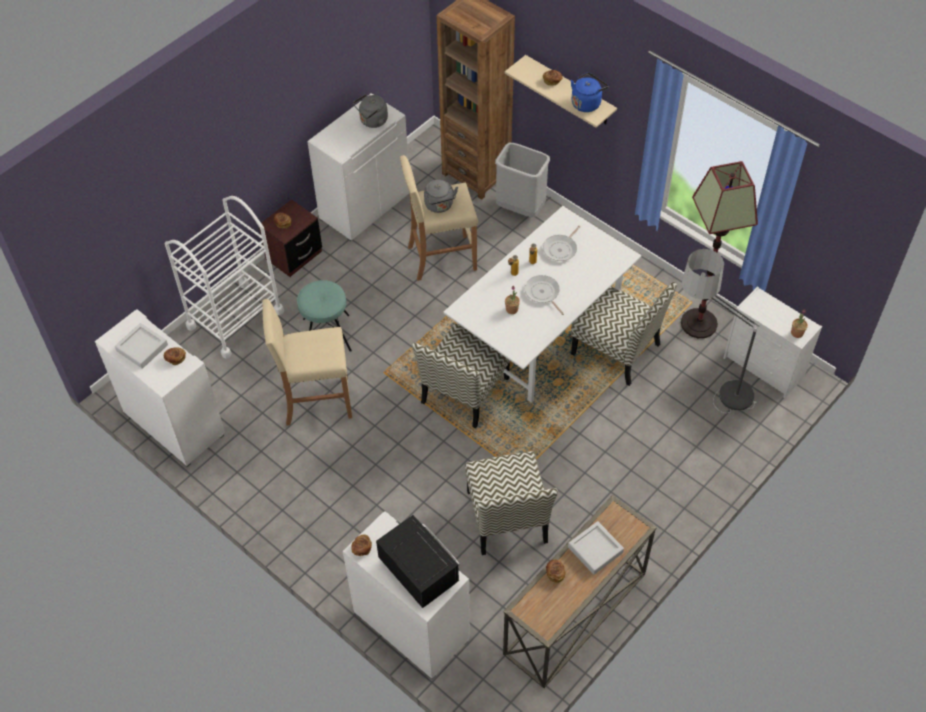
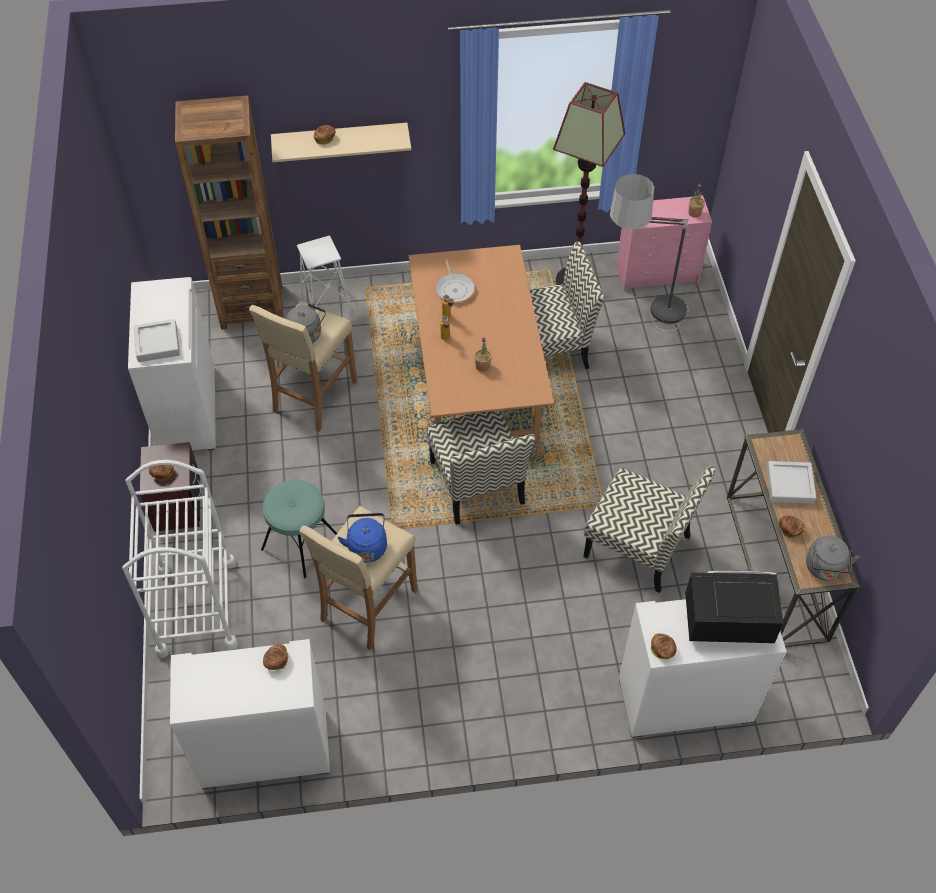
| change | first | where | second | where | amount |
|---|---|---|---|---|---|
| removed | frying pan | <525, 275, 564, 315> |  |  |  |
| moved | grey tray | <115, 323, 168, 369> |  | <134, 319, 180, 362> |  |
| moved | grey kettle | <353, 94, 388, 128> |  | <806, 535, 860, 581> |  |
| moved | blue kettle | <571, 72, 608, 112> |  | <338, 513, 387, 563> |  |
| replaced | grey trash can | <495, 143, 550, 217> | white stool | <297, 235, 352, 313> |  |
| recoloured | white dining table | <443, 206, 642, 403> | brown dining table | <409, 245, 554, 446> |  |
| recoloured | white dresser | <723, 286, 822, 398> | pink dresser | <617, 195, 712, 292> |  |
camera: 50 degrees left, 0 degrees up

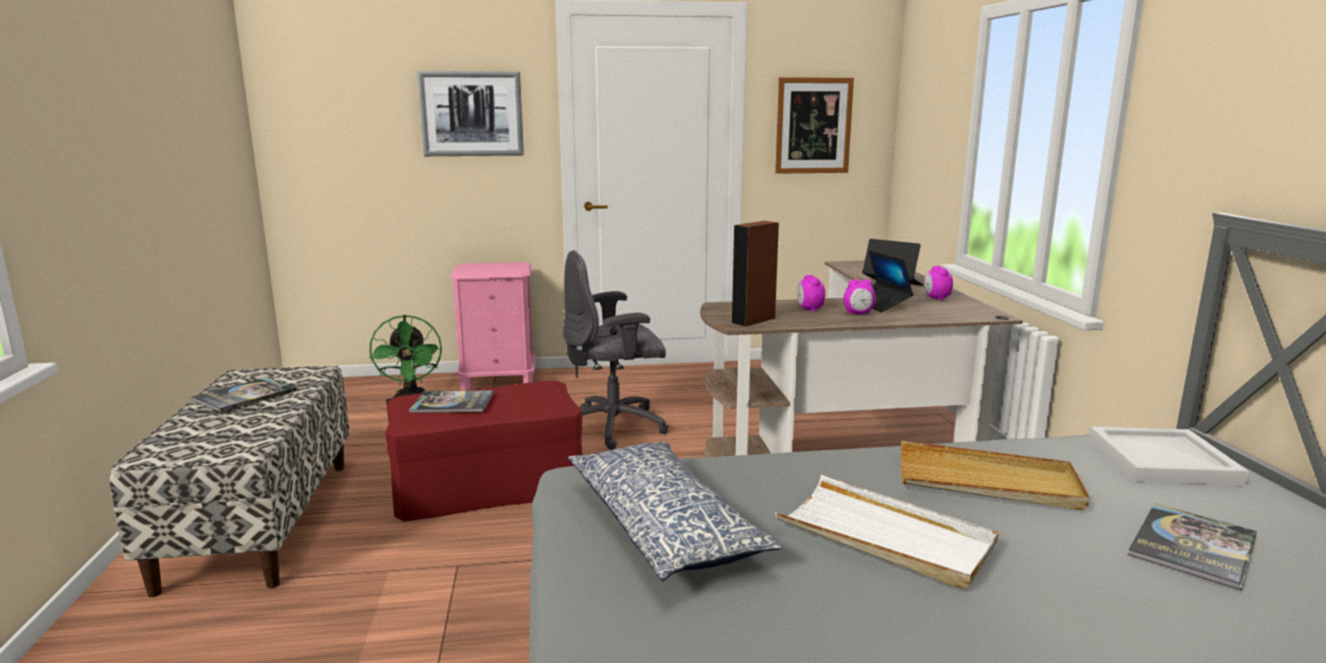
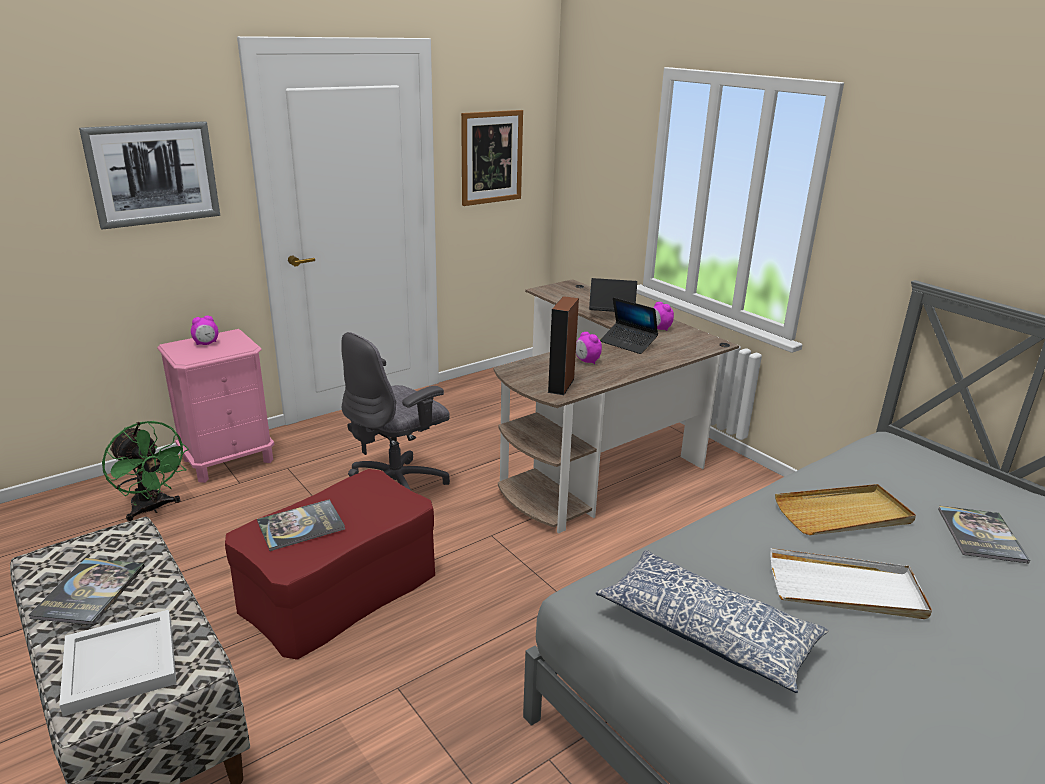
| change | first | where | second | where | amount |
|---|---|---|---|---|---|
| moved | alarm clock | <844, 279, 876, 315> |  | <191, 316, 219, 345> |  |
| moved | white tray | <1089, 427, 1249, 485> |  | <59, 610, 177, 716> |  |
camera: 30 degrees left, 10 degrees up

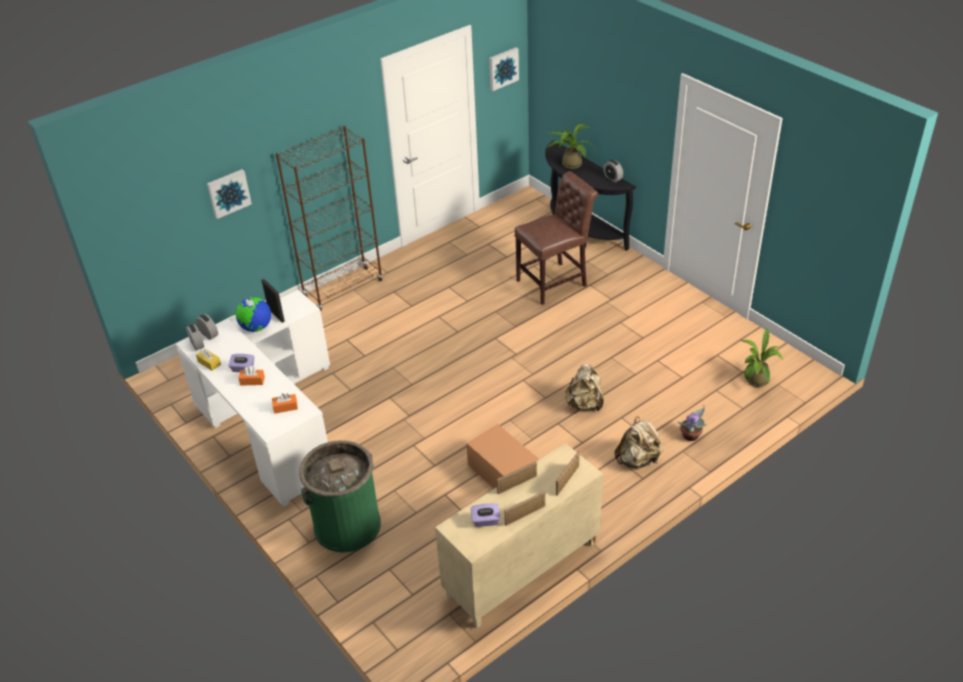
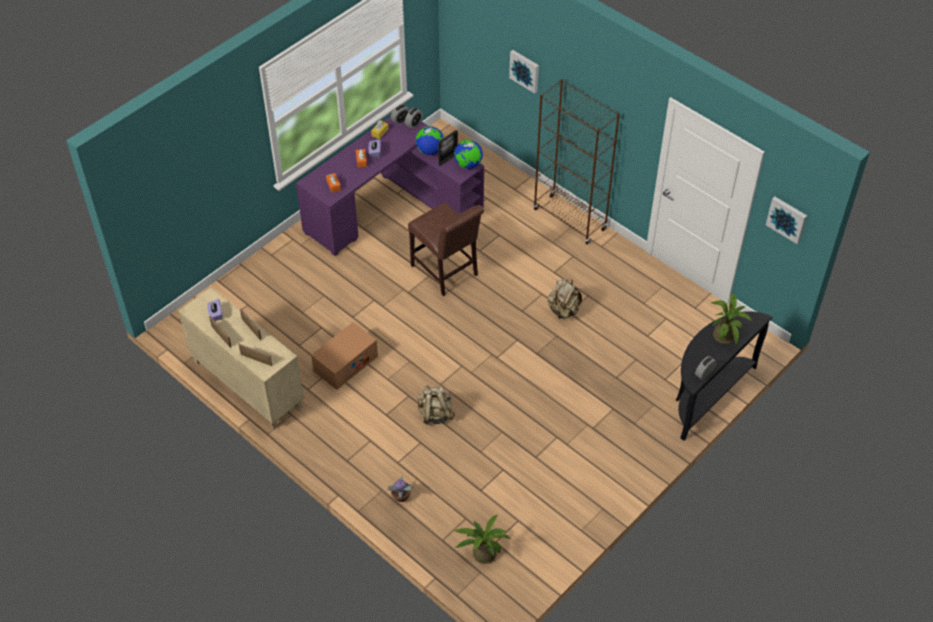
| change | first | where | second | where | amount |
|---|---|---|---|---|---|
| removed | green trash can | <299, 440, 381, 552> |  |  |  |
| added |  |  | globe | <454, 140, 483, 169> |  |
| moved | brown chair | <515, 171, 598, 305> |  | <408, 202, 484, 296> |  |
| moved | beige backpack | <614, 416, 663, 468> |  | <547, 279, 582, 319> |  |
| recoloured | white desk | <176, 290, 330, 507> | purple desk | <296, 116, 484, 256> |  |
camera: 80 degrees right, 10 degrees up

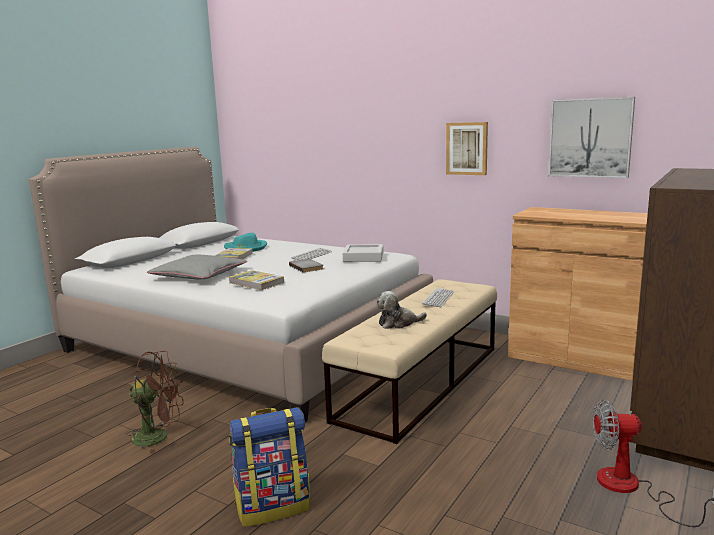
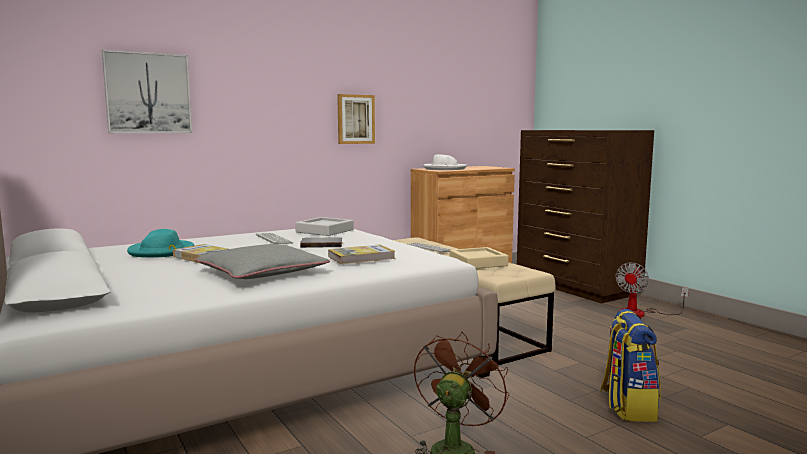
| change | first | where | second | where | amount |
|---|---|---|---|---|---|
| added |  |  | white hat | <423, 154, 467, 170> |  |
| moved | picture | <548, 97, 635, 178> |  | <102, 50, 192, 133> |  |
| replaced | plush toy | <376, 291, 427, 329> | beige tray | <449, 247, 508, 269> |  |
camera: 65 degrees left, 5 degrees down

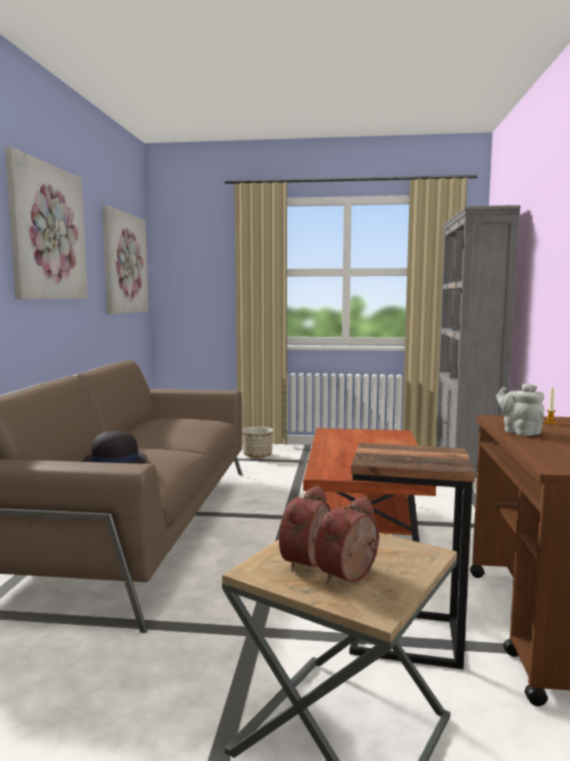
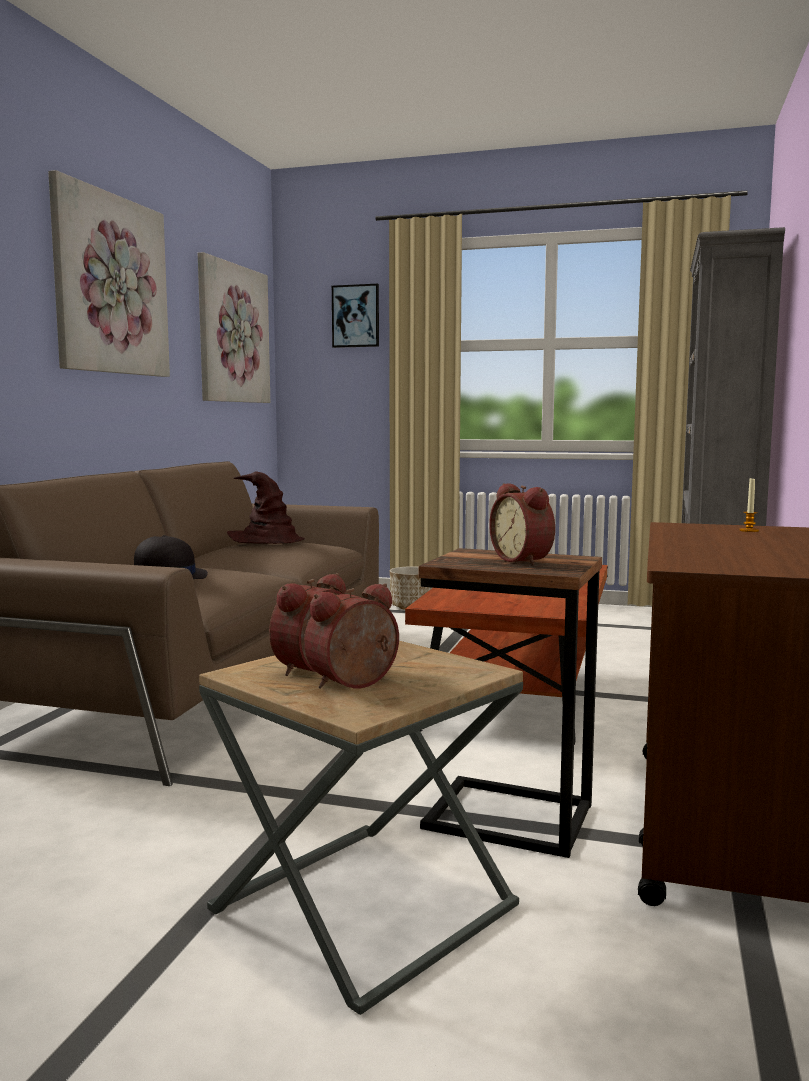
| change | first | where | second | where | amount |
|---|---|---|---|---|---|
| removed | grey teapot | <496, 383, 544, 436> |  |  |  |
| added |  |  | brown hat | <227, 471, 305, 544> |  |
| added |  |  | picture | <332, 284, 379, 348> |  |
| added |  |  | alarm clock | <489, 483, 555, 565> |  |
camera: 10 degrees right, 0 degrees up

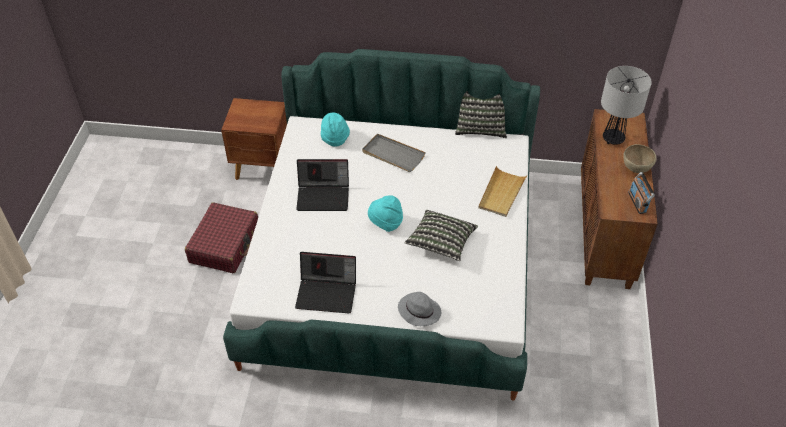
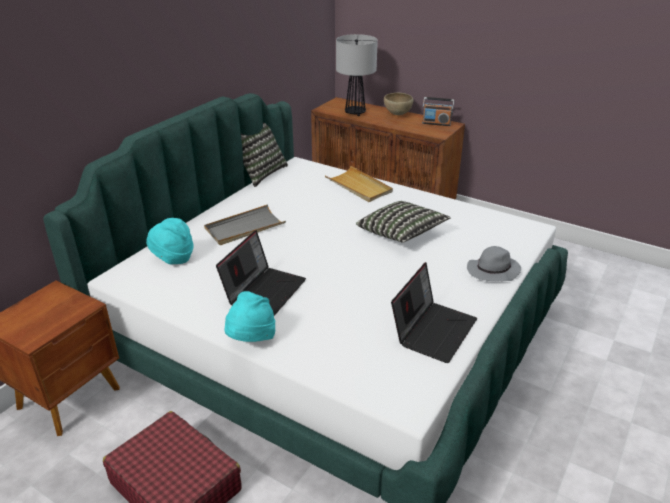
| change | first | where | second | where | amount |
|---|---|---|---|---|---|
| moved | turquoise hat | <368, 195, 403, 232> |  | <225, 291, 275, 342> |  |
camera: 65 degrees left, 15 degrees down

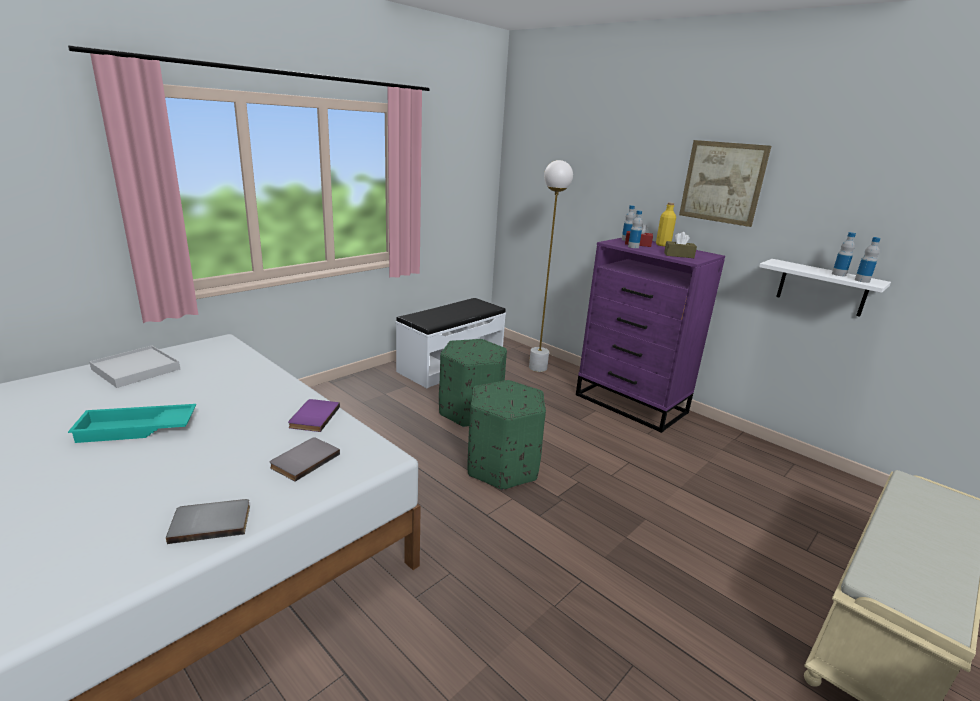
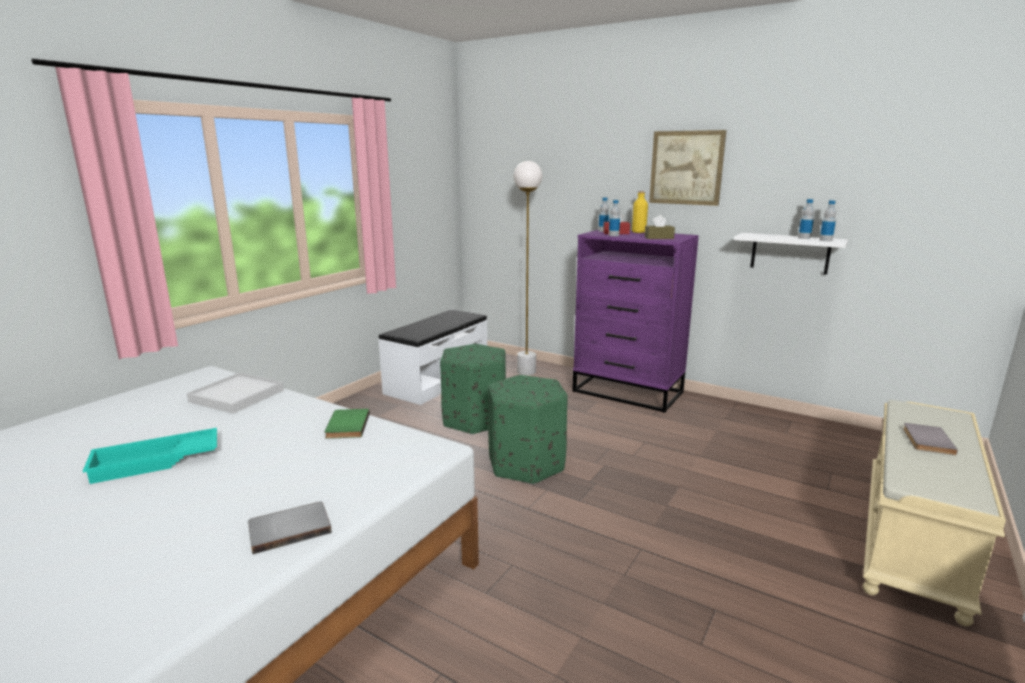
| change | first | where | second | where | amount |
|---|---|---|---|---|---|
| moved | white tray | <89, 346, 180, 388> |  | <187, 373, 284, 414> |  |
| moved | grey book | <270, 437, 340, 482> |  | <903, 423, 958, 455> |  |
| recoloured | purple book | <288, 399, 340, 432> | green book | <325, 409, 370, 439> |  |
camera: 10 degrees left, 5 degrees down

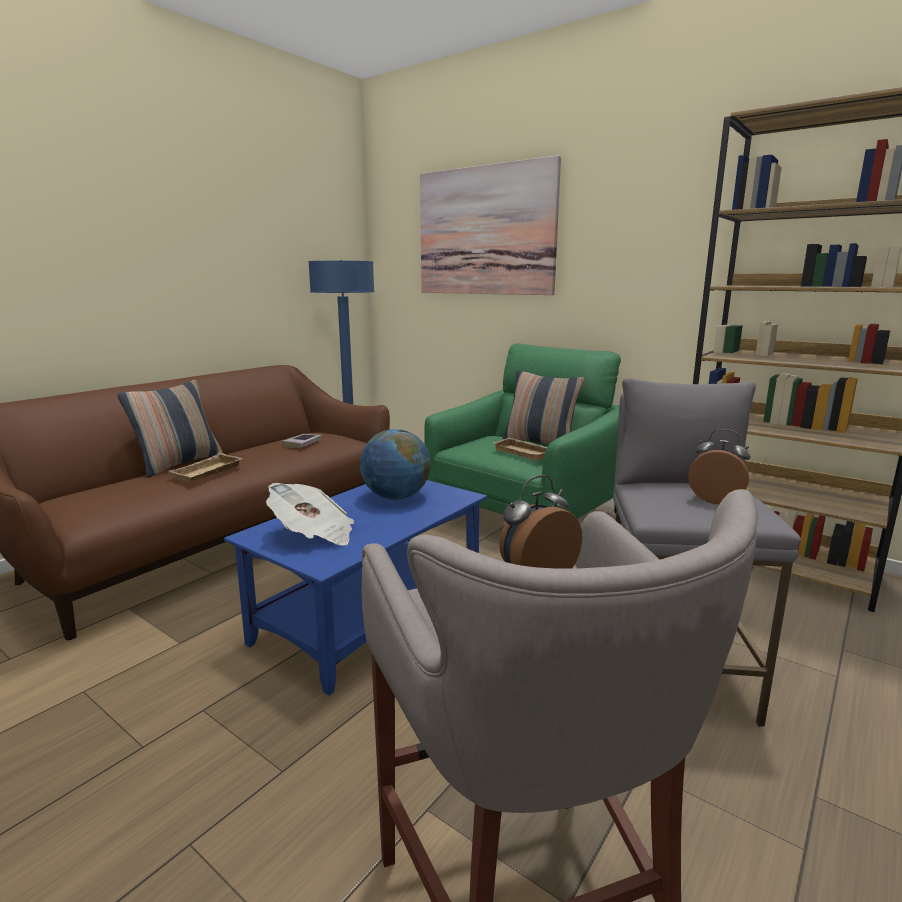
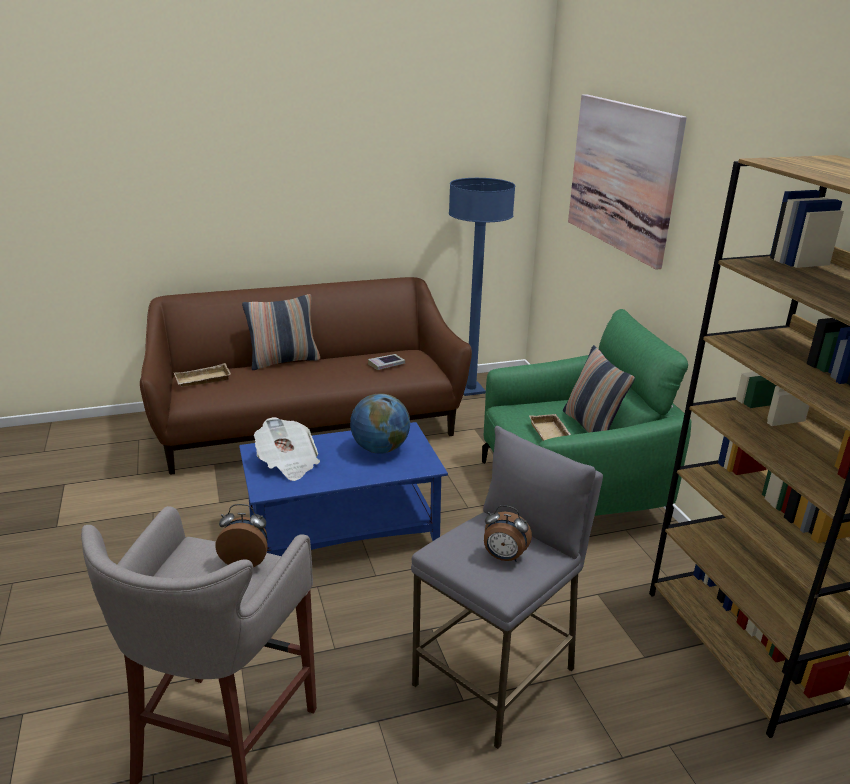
| change | first | where | second | where | amount |
|---|---|---|---|---|---|
| moved | beige tray | <169, 453, 242, 482> |  | <174, 363, 231, 387> |  |
| turned | alarm clock | <688, 429, 751, 504> |  | <484, 505, 532, 562> | 135 degrees clockwise |
camera: 35 degrees right, 10 degrees up

